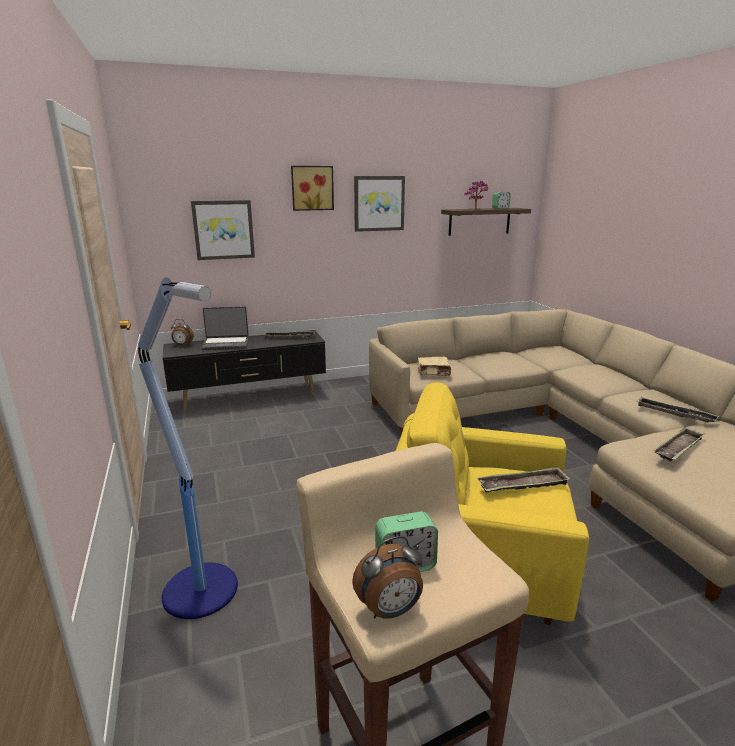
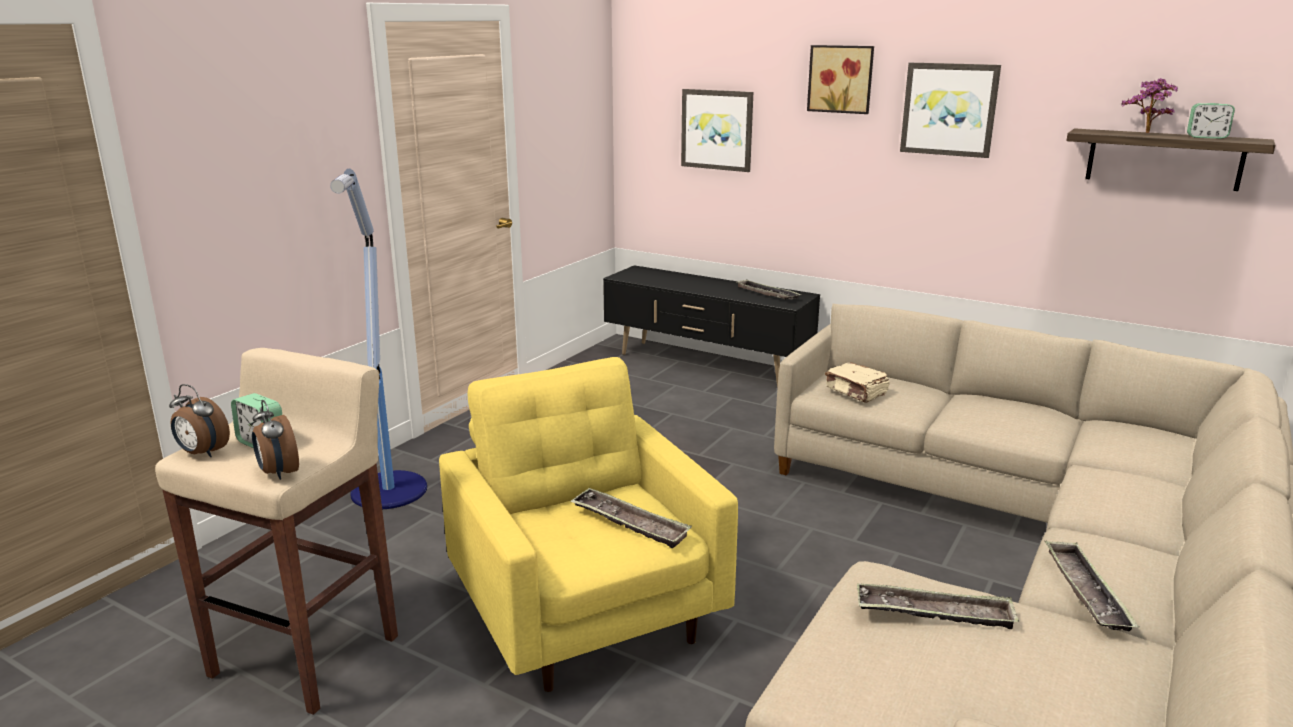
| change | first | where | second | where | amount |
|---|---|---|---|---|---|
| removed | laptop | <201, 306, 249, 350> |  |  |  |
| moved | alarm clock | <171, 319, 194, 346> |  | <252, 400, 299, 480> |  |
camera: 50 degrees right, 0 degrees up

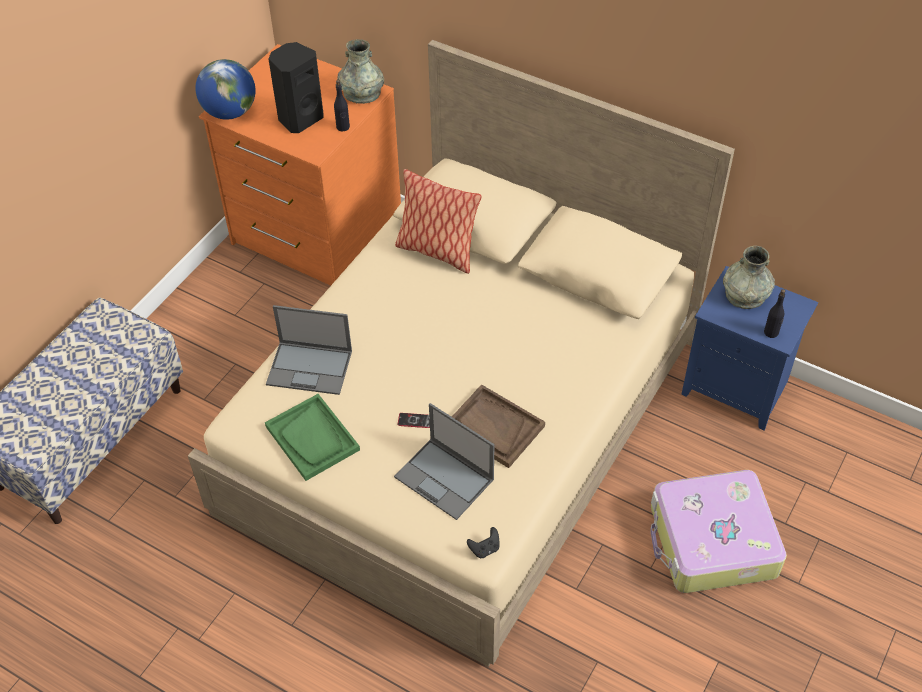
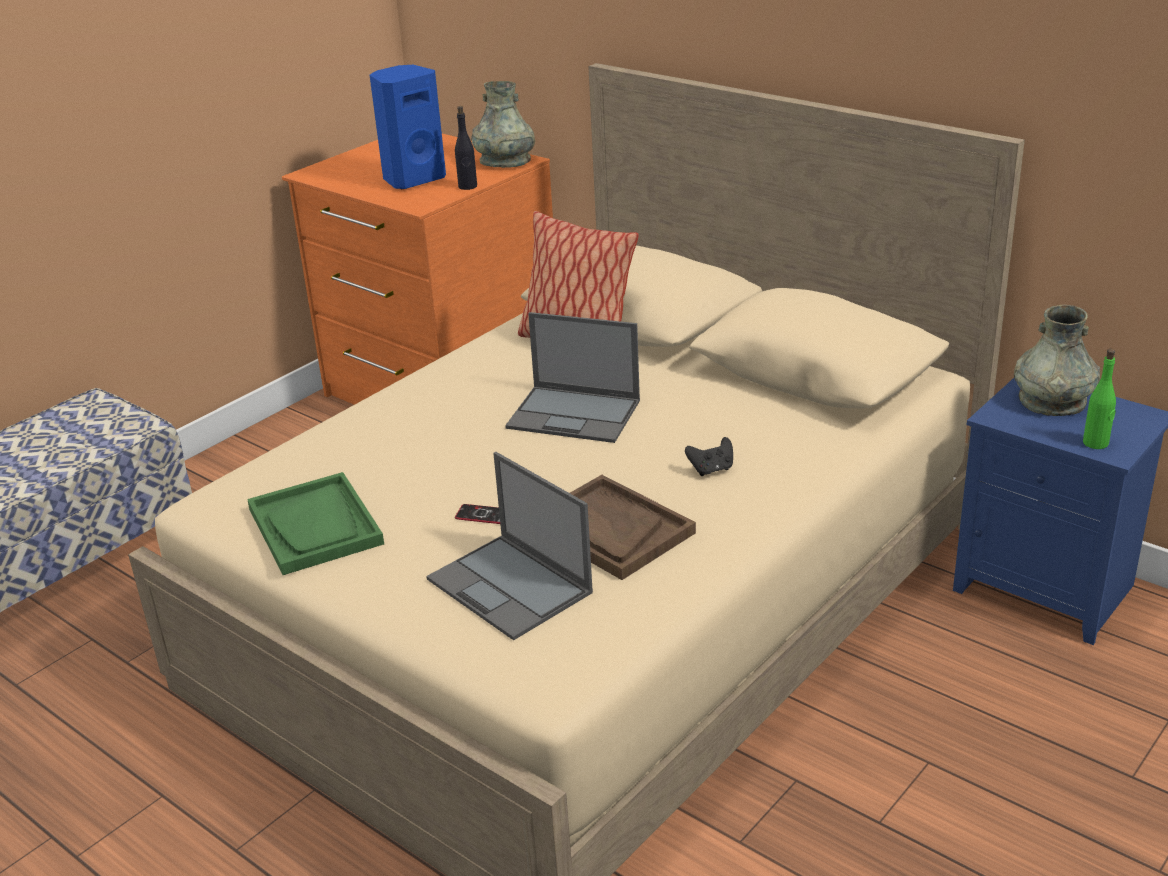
| change | first | where | second | where | amount |
|---|---|---|---|---|---|
| removed | globe | <195, 59, 256, 120> |  |  |  |
| removed | suitcase | <650, 470, 787, 593> |  |  |  |
| moved | laptop | <266, 305, 352, 395> |  | <505, 312, 640, 443> |  |
| moved | black game controller | <467, 527, 500, 558> |  | <685, 437, 733, 476> |  |
| recoloured | black speaker | <268, 42, 323, 133> | blue speaker | <370, 65, 446, 189> |  |
| recoloured | black bottle | <764, 289, 786, 338> | green bottle | <1083, 349, 1116, 449> |  |
camera: 10 degrees right, 20 degrees down

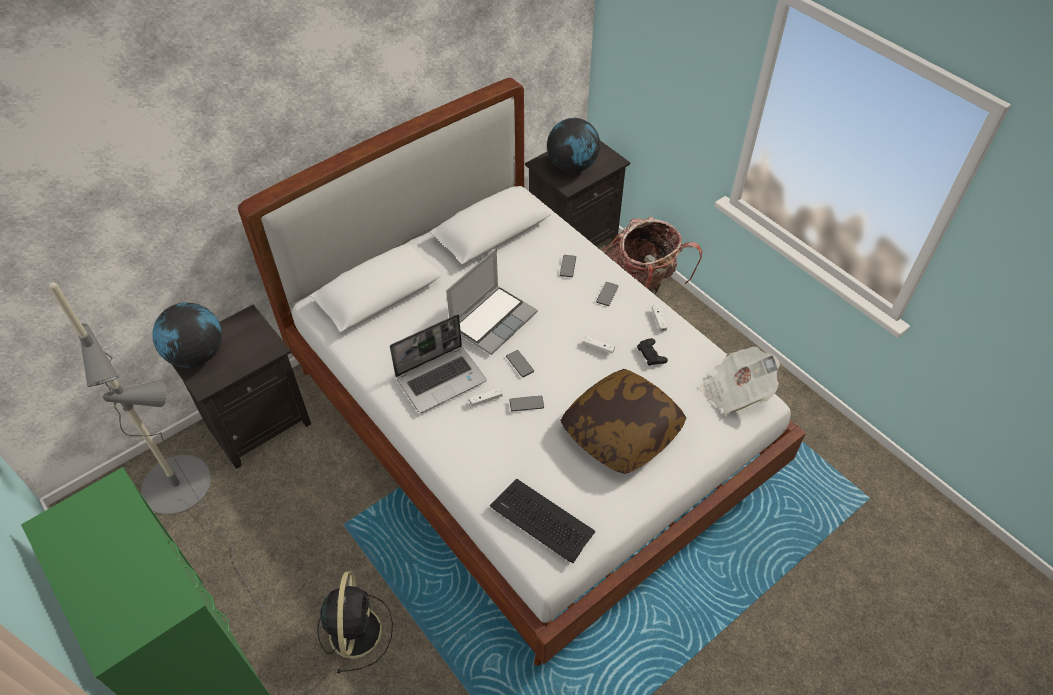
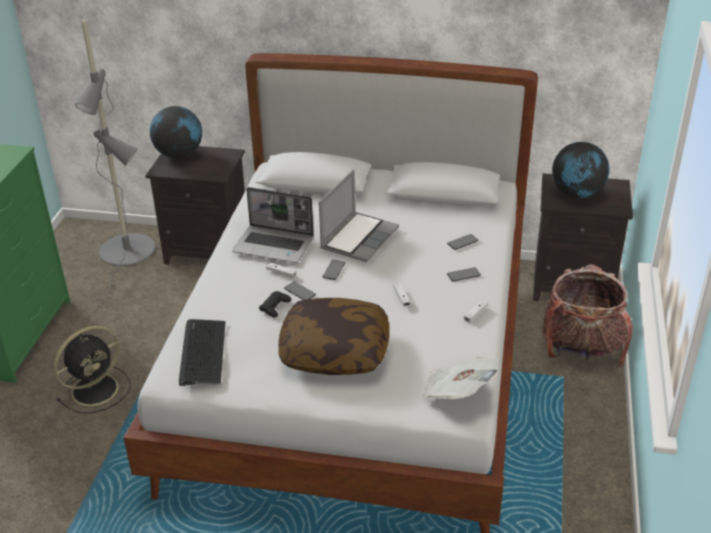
| change | first | where | second | where | amount |
|---|---|---|---|---|---|
| moved | black game controller | <637, 338, 668, 366> |  | <259, 291, 291, 318> |  |
| turned | laptop | <446, 249, 538, 355> |  | <319, 169, 399, 262> | 60 degrees counterclockwise |
camera: 50 degrees right, 15 degrees down

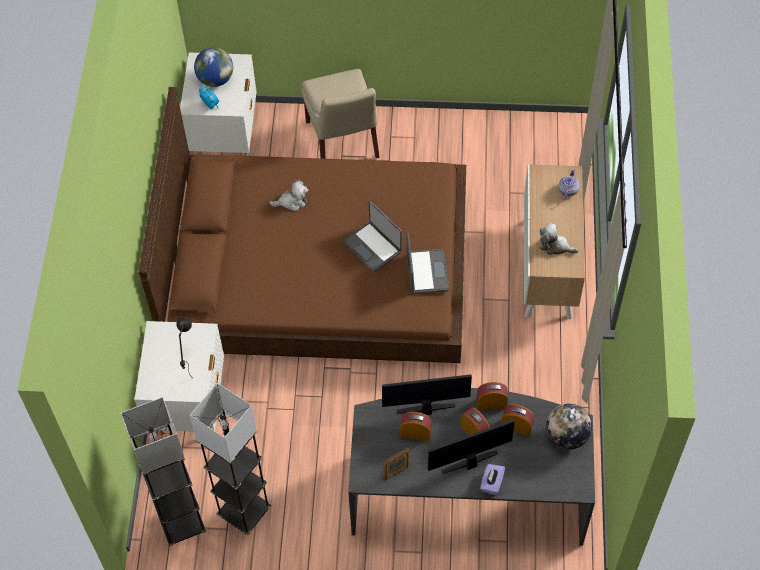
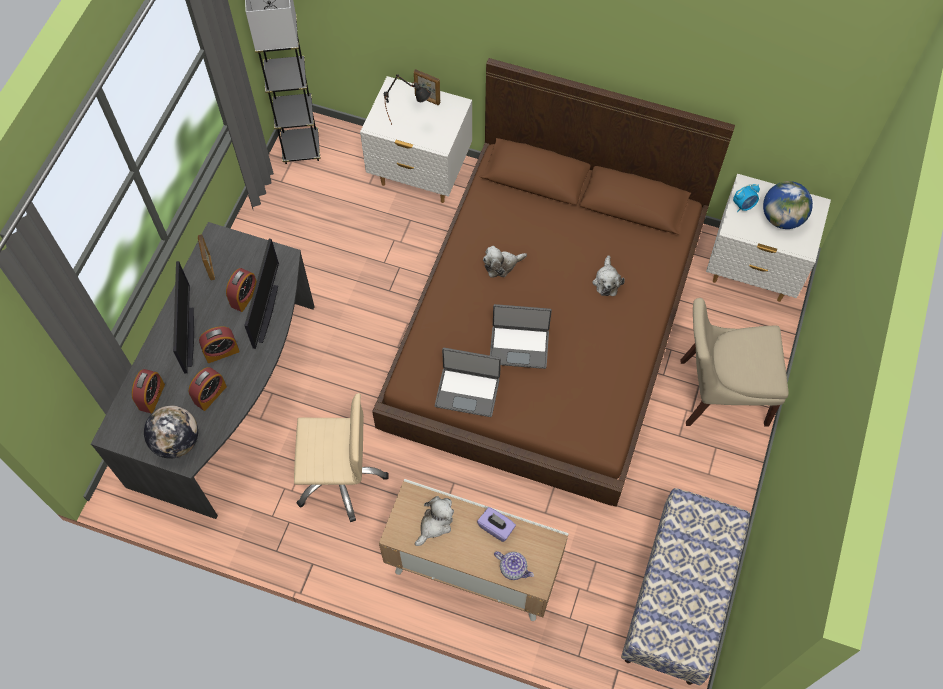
| change | first | where | second | where | amount |
|---|---|---|---|---|---|
| removed | grey floor lamp | <189, 383, 271, 535> |  |  |  |
| added |  |  | beige office chair | <294, 393, 389, 522> |  |
| added |  |  | picture frame | <414, 69, 440, 105> |  |
| added |  |  | plush toy | <483, 246, 527, 278> |  |
| added |  |  | bench | <621, 488, 750, 686> |  |
| moved | alarm clock | <477, 382, 508, 410> |  | <132, 369, 165, 414> |  |
| moved | purple tissue box | <480, 464, 505, 495> |  | <477, 507, 516, 542> |  |
| turned | laptop | <343, 201, 402, 272> |  | <490, 304, 552, 369> | 150 degrees counterclockwise |
camera: 105 degrees right, 5 degrees up

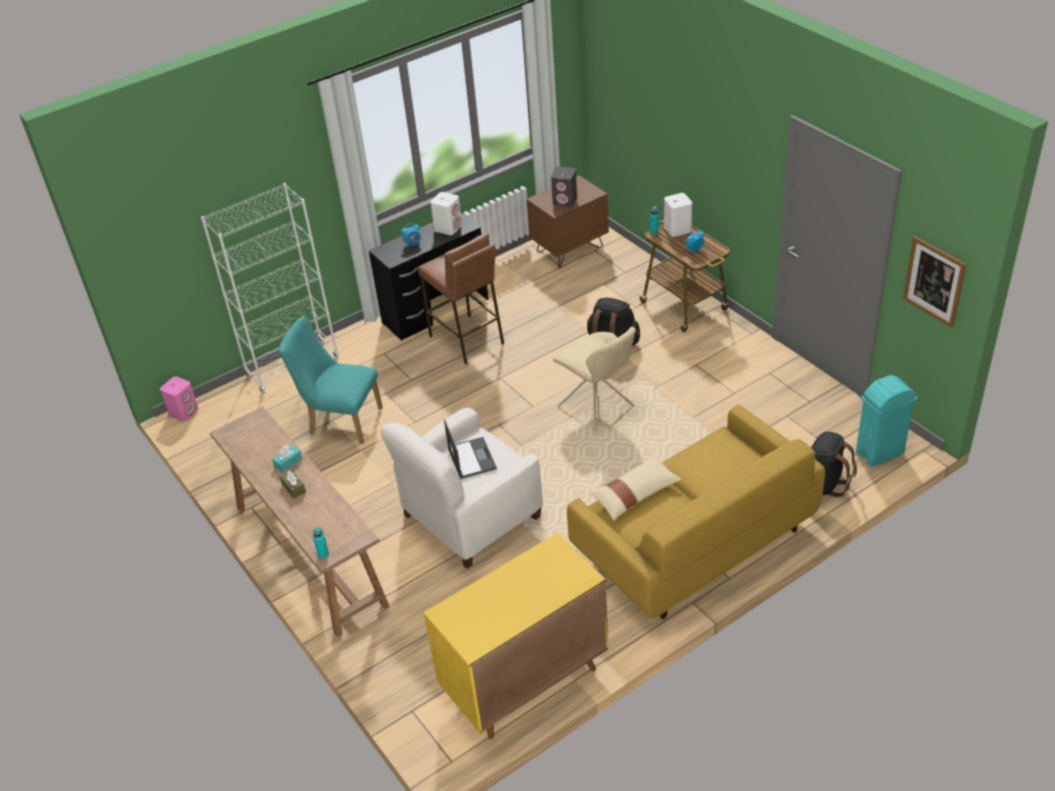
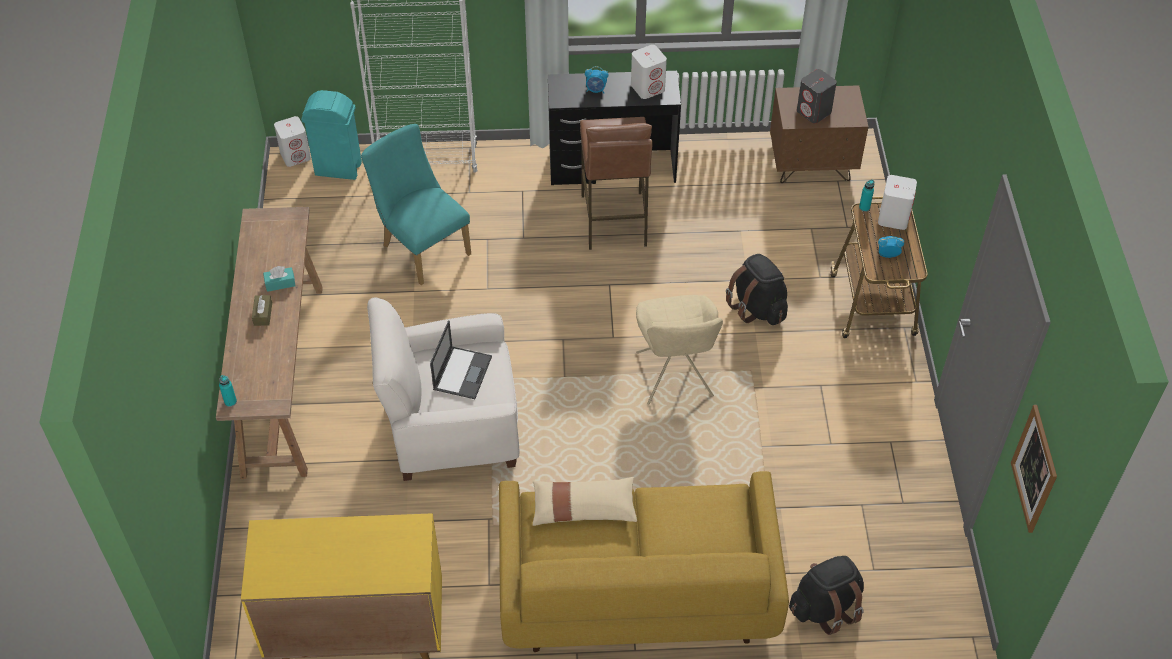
| change | first | where | second | where | amount |
|---|---|---|---|---|---|
| moved | turquoise trash can | <856, 375, 917, 467> |  | <301, 90, 362, 180> |  |
| recoloured | pink speaker | <160, 376, 199, 421> | white speaker | <274, 116, 311, 167> |  |
camera: 30 degrees right, 10 degrees up

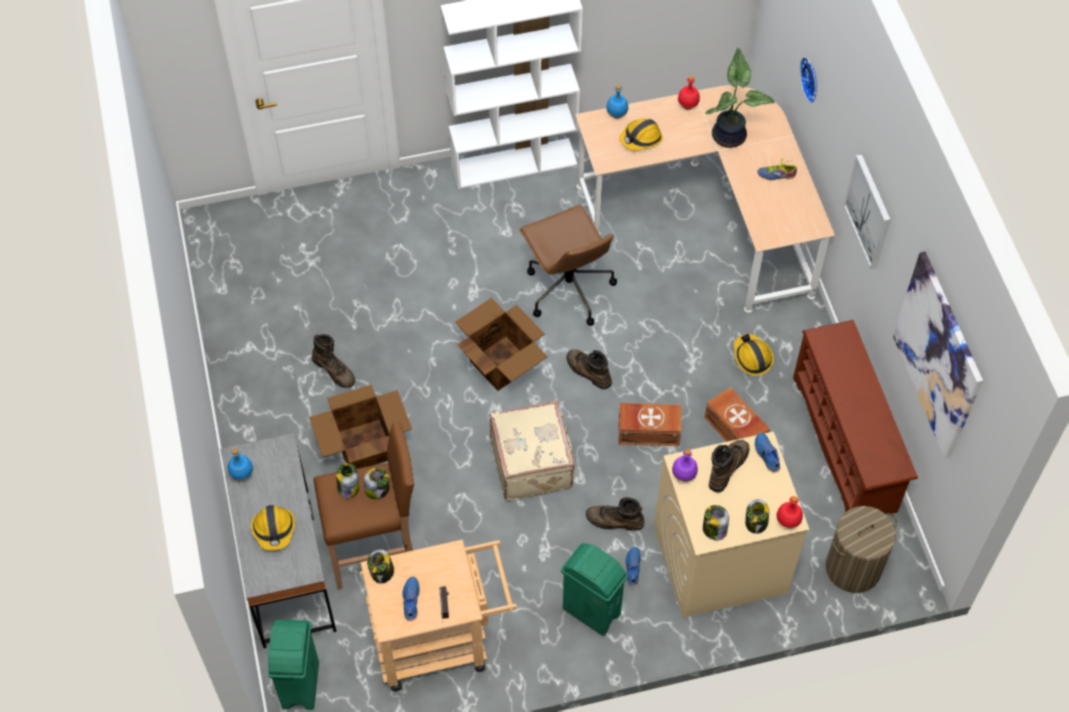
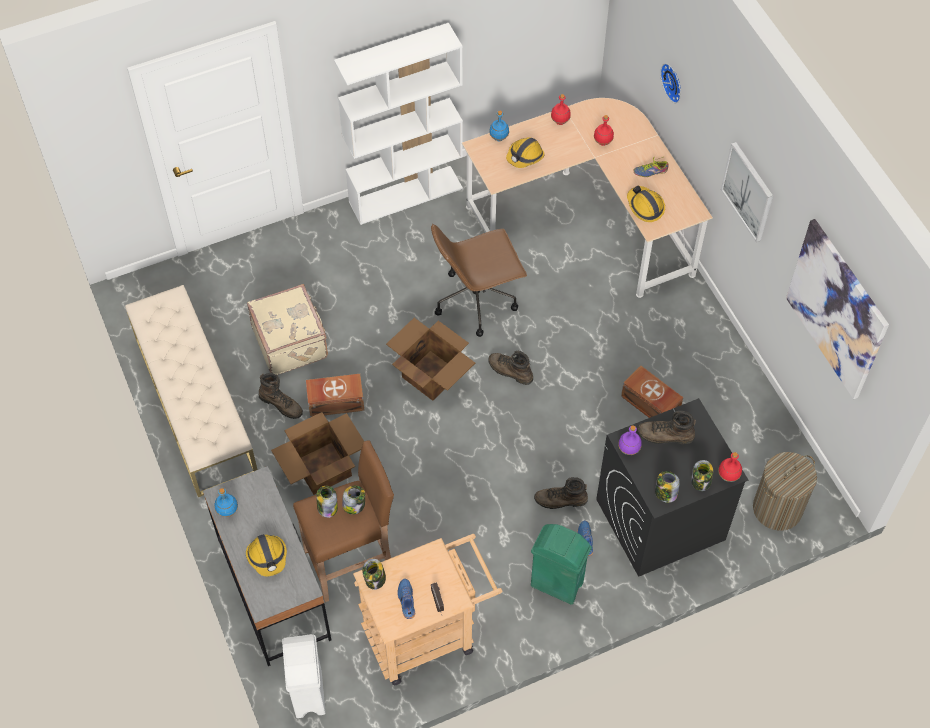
| change | first | where | second | where | amount |
|---|---|---|---|---|---|
| removed | blue shoe | <755, 433, 780, 472> |  |  |  |
| removed | brown shoe rack | <793, 320, 918, 514> |  |  |  |
| added |  |  | beige bench | <125, 285, 258, 497> |  |
| moved | beige suitcase | <490, 401, 575, 501> |  | <247, 284, 328, 375> |  |
| moved | brown storage box | <619, 403, 681, 446> |  | <306, 374, 365, 417> |  |
| moved | hard hat | <734, 334, 774, 376> |  | <627, 186, 665, 222> |  |
| replaced | potted plant | <705, 48, 774, 148> | red bottle | <594, 115, 614, 146> |  |
| recoloured | green trash can | <268, 619, 319, 710> | white trash can | <282, 634, 326, 718> |  |
| recoloured | beige washing machine | <654, 431, 809, 618> | black washing machine | <596, 398, 748, 577> |  |
| turned | brown office chair | <519, 205, 617, 326> |  | <431, 224, 527, 337> | 105 degrees clockwise |
| turned | brown boot | <709, 440, 750, 492> |  | <637, 411, 696, 444> | 105 degrees counterclockwise |
camera: 10 degrees left, 0 degrees up

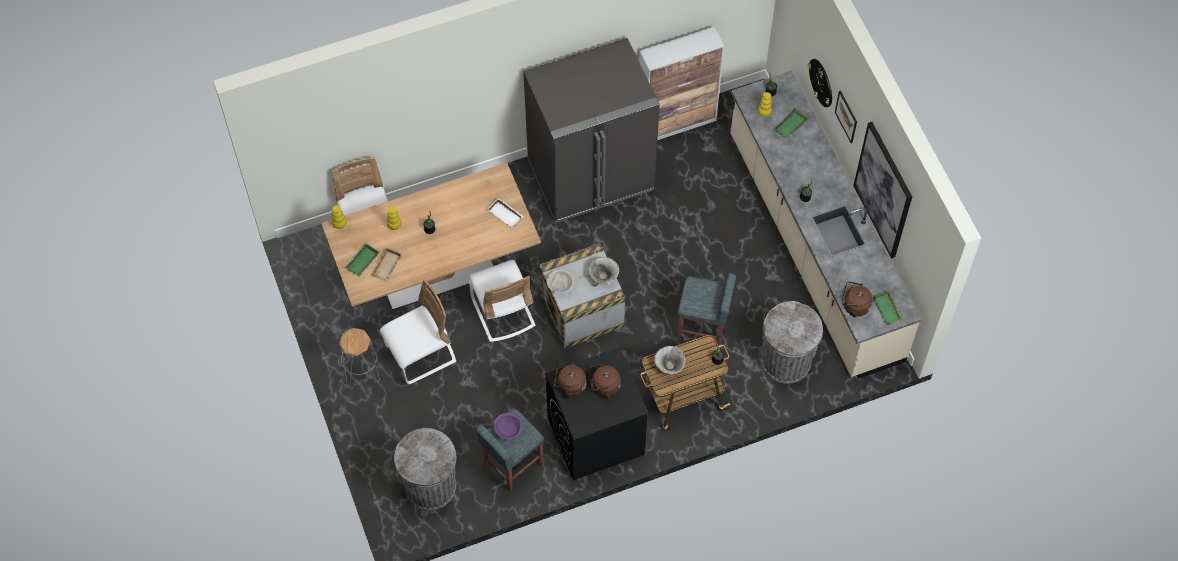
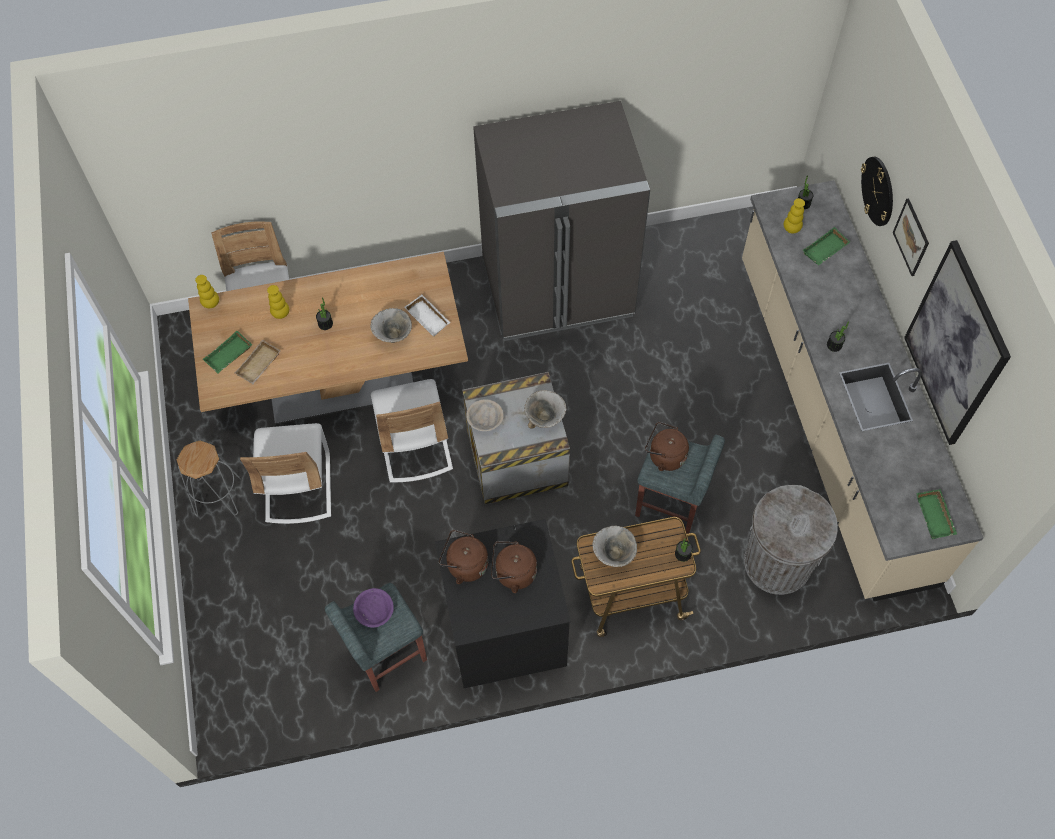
| change | first | where | second | where | amount |
|---|---|---|---|---|---|
| removed | grey trash can | <394, 428, 456, 510> |  |  |  |
| removed | cabinet | <639, 27, 724, 140> |  |  |  |
| added |  |  | bowl | <370, 308, 412, 343> |  |
| moved | brown kettle | <842, 281, 873, 317> |  | <645, 422, 689, 471> |  |
| turned | white chair | <380, 280, 456, 384> |  | <240, 423, 331, 524> | 105 degrees clockwise |
camera: 10 degrees right, 0 degrees up

